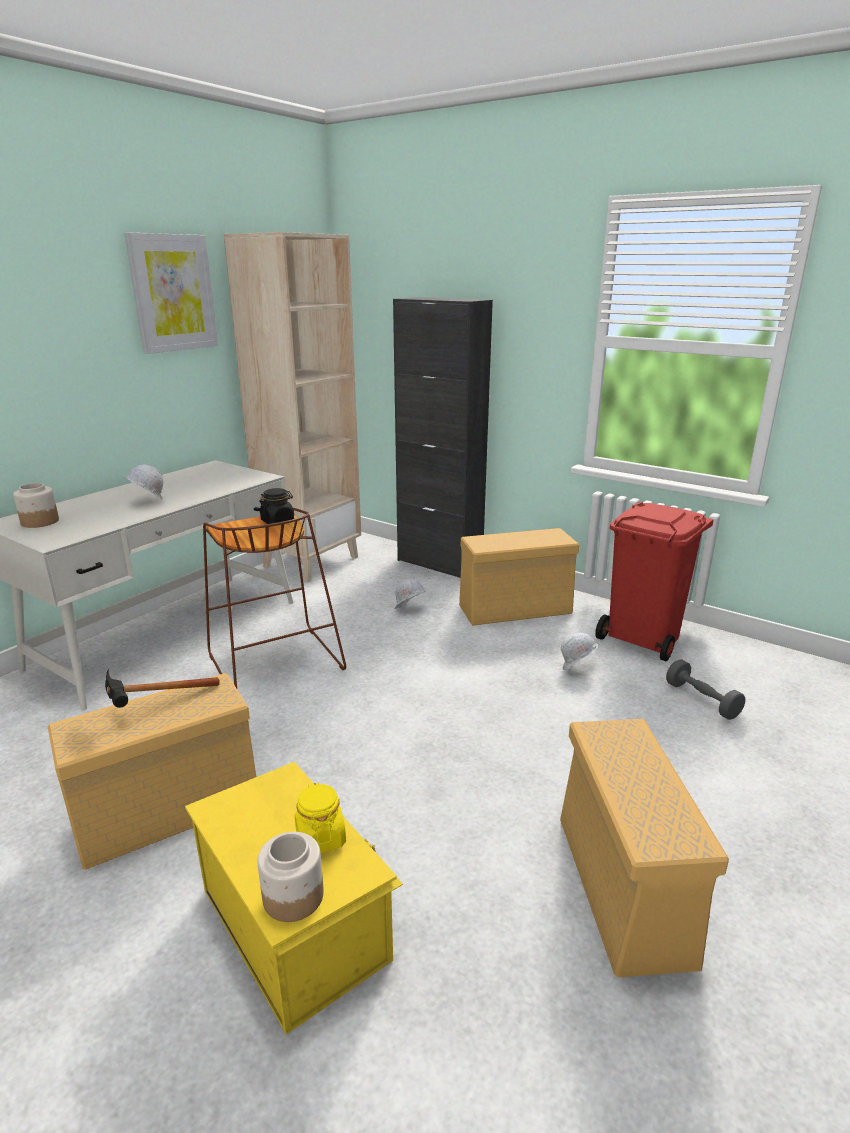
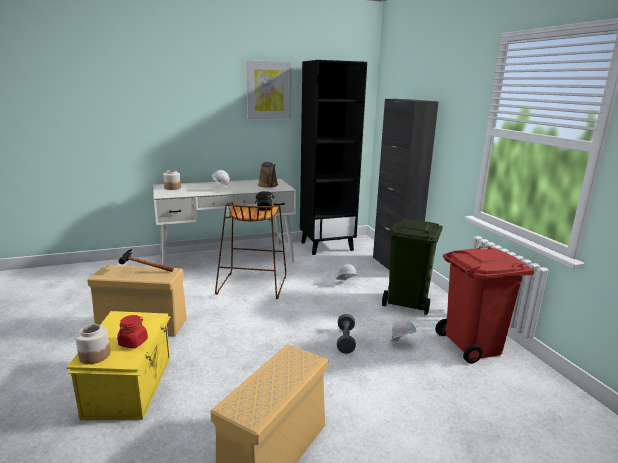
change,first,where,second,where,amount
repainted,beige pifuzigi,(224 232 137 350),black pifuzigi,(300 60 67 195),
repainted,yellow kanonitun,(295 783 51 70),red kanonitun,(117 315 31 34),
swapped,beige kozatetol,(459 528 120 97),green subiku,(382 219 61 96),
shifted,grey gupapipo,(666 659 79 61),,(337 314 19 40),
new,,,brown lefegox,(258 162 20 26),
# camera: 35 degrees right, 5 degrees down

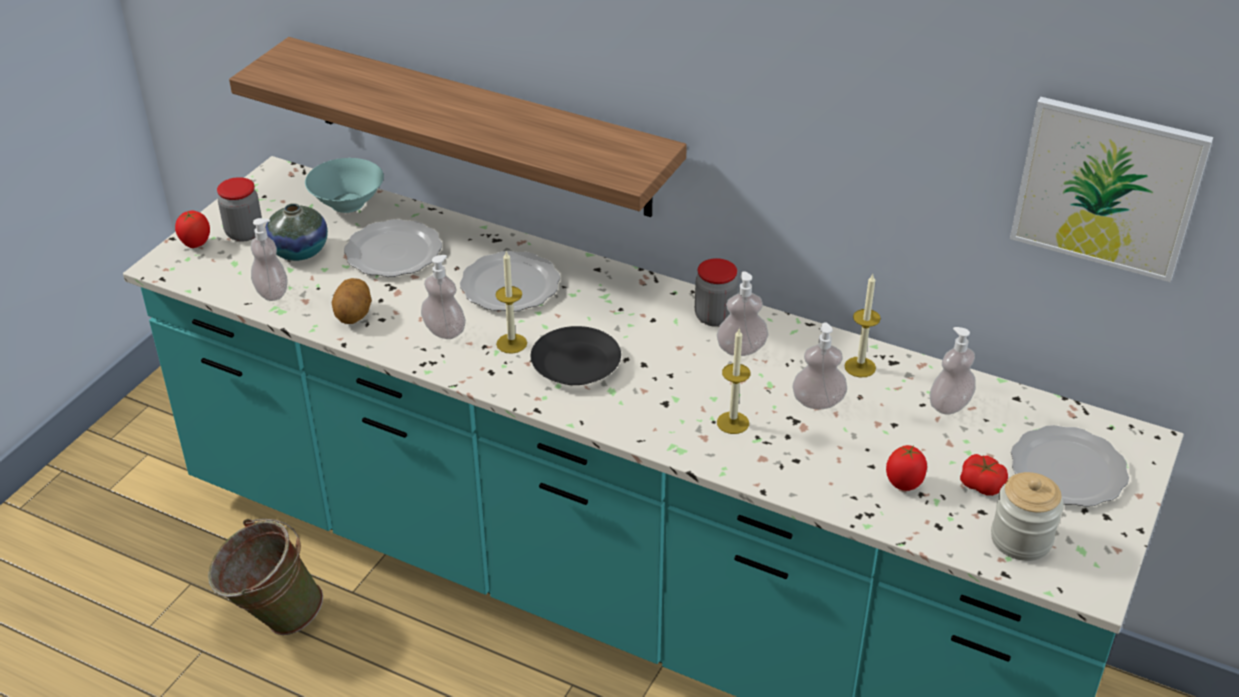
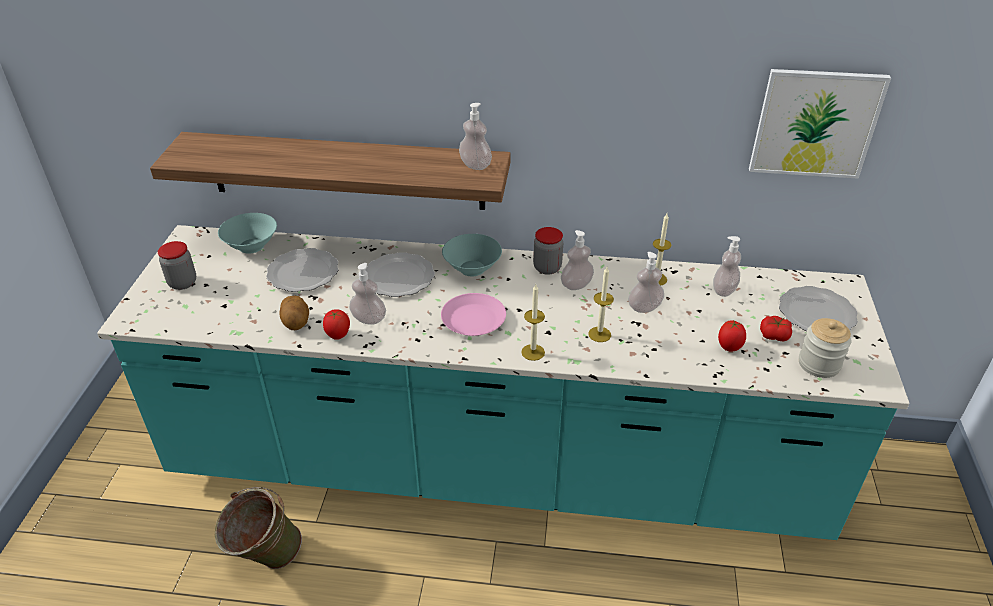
change,first,where,second,where,amount
shifted,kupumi,(175 211 35 37),,(323 309 27 31),
shifted,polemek,(251 218 36 83),,(459 103 33 67),
gone,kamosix,(265 203 63 58),,,
shifted,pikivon,(495 251 32 103),,(521 284 24 77),
repainted,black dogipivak,(531 326 90 59),pink dogipivak,(441 293 65 43),
new,,,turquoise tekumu,(442 234 60 42),
# camera: 20 degrees left, 0 degrees up

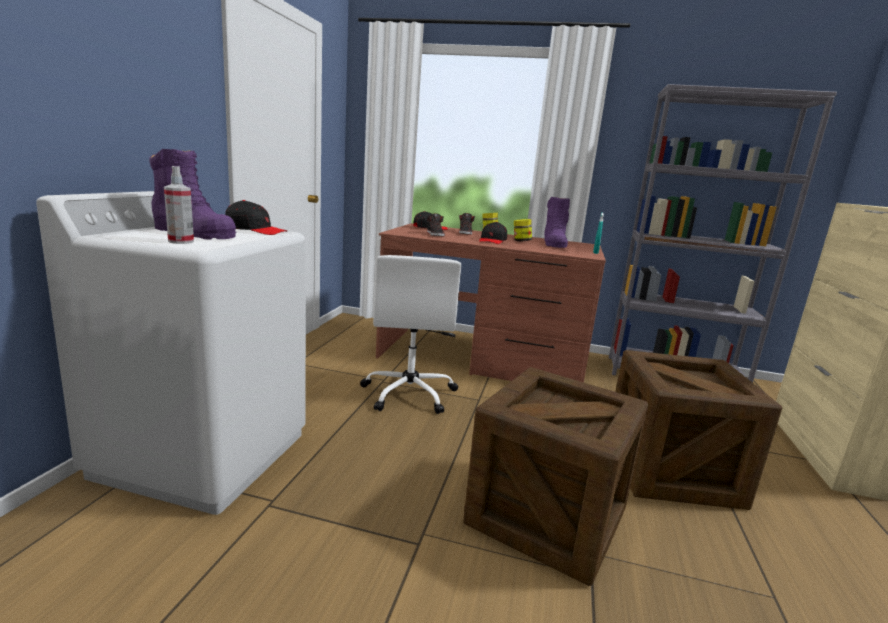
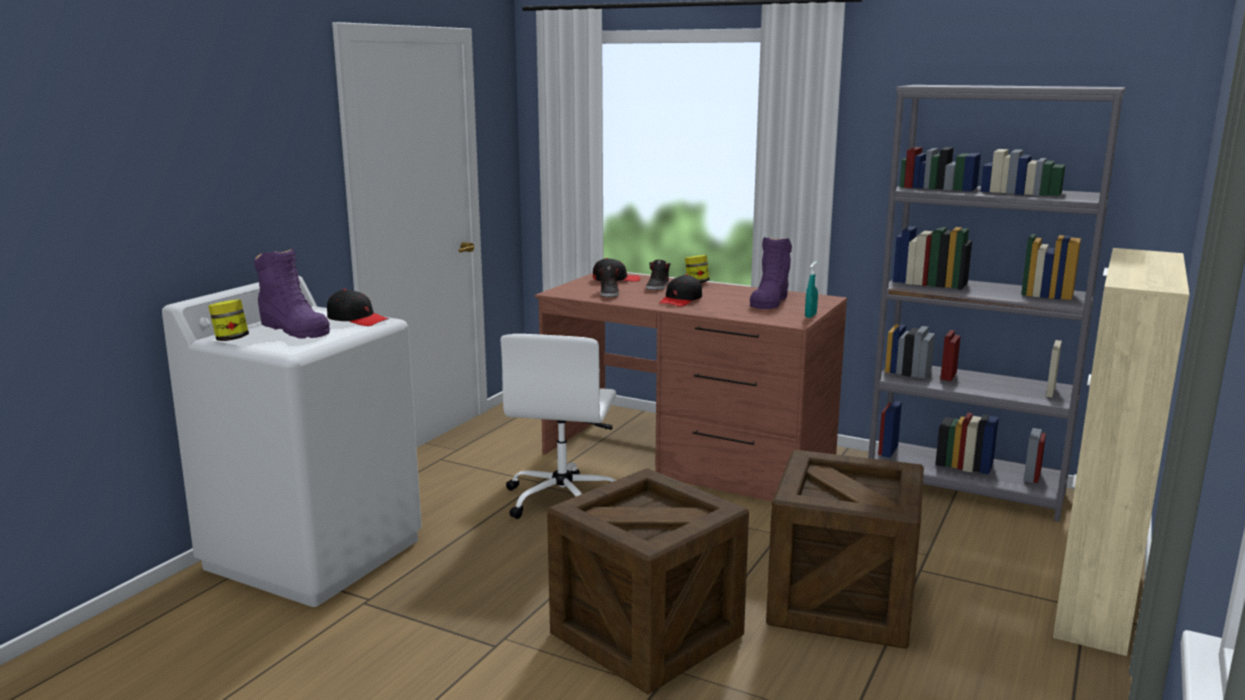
change,first,where,second,where,amount
gone,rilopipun,(164 166 30 78),,,
shifted,kanonitun,(514 219 18 22),,(208 299 41 42),
# camera: 15 degrees right, 0 degrees up

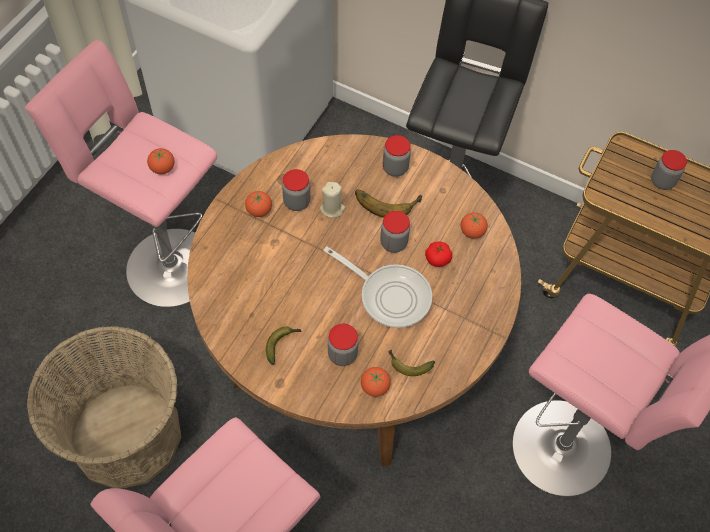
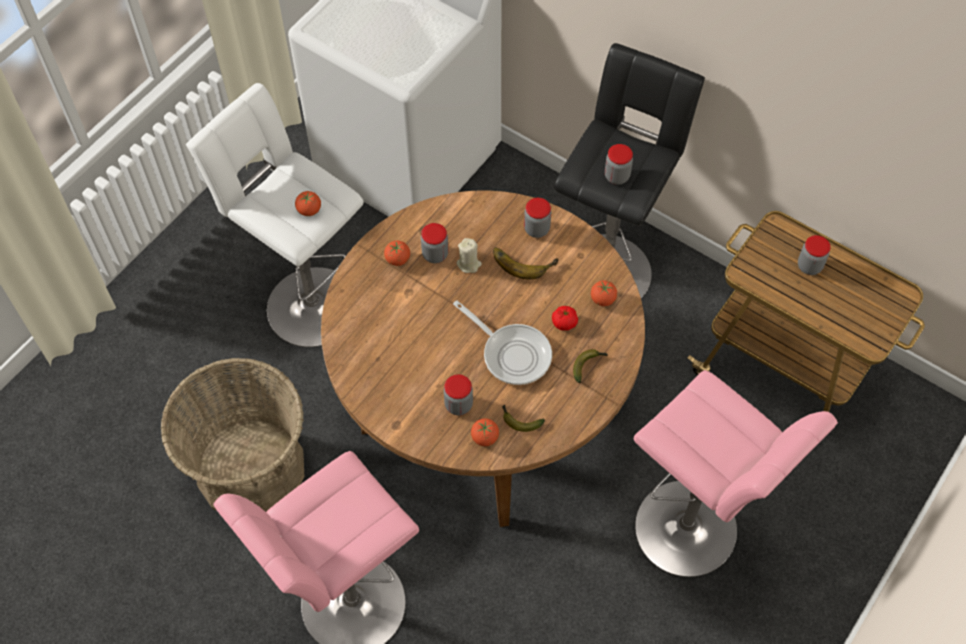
change,first,where,second,where,amount
repainted,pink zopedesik,(25 40 192 267),white zopedesik,(186 83 178 264),
shifted,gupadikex,(266 326 35 39),,(573 349 35 34),
shifted,kanonitun,(380 211 30 42),,(605 144 28 41),
# camera: 10 degrees right, 0 degrees up

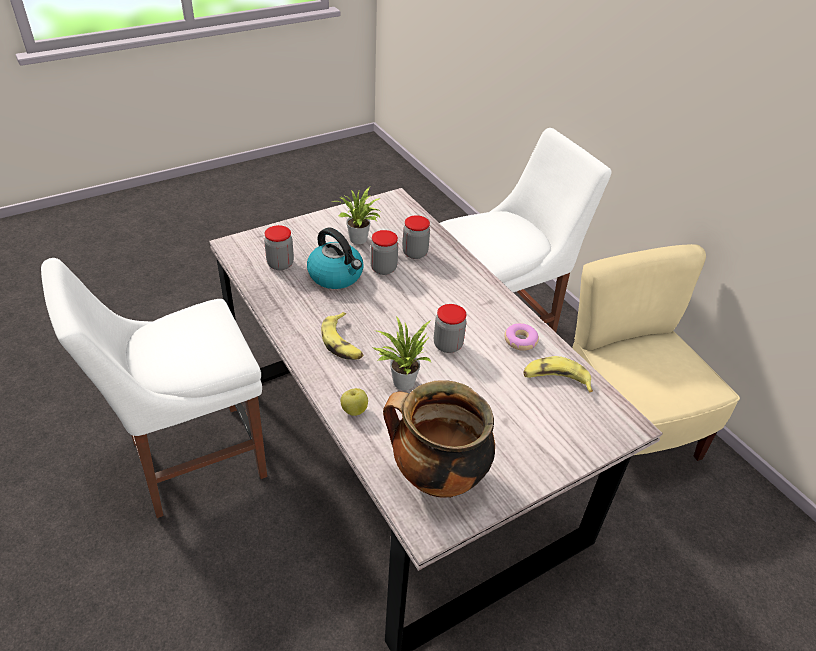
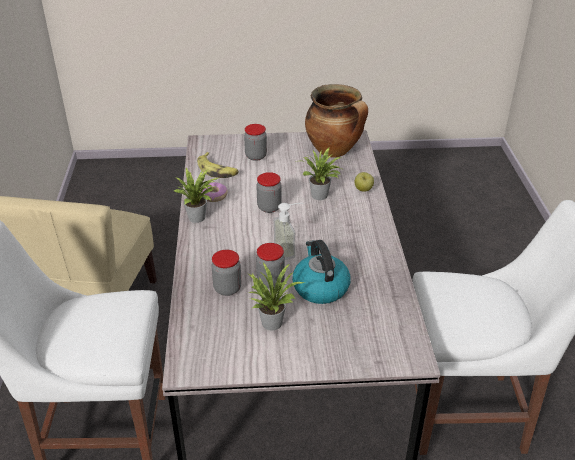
change,first,where,second,where,amount
shifted,kanonitun,(264 225 30 45),,(244 124 23 37),
gone,gupadikex,(321 312 42 48),,,
new,,,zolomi,(174 168 44 55),
new,,,polemek,(273 203 30 57),
# camera: 150 degrees left, 5 degrees down

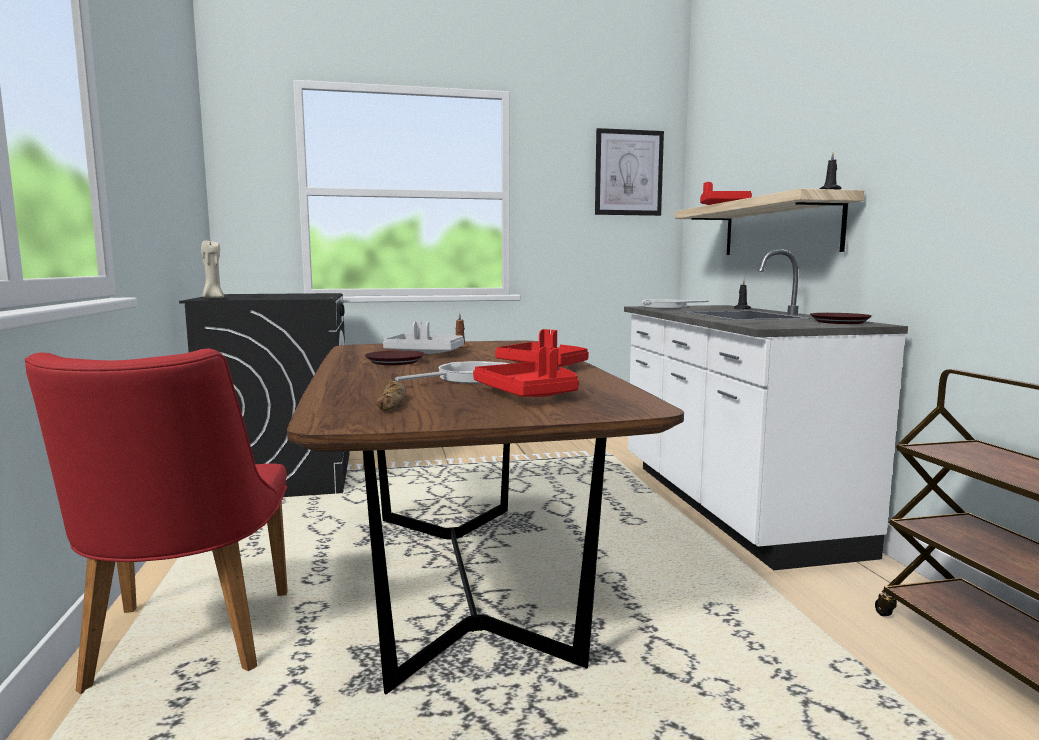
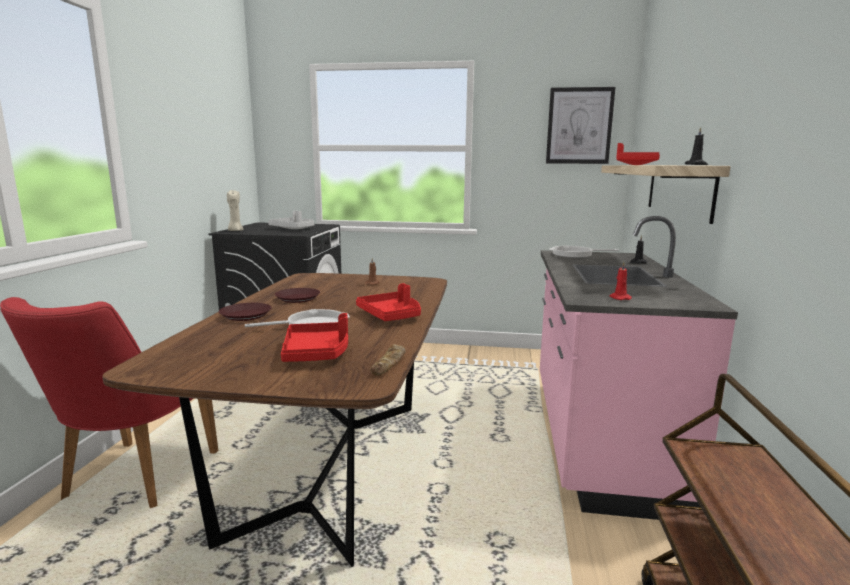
change,first,where,second,where,amount
shifted,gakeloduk,(376 381 30 30),,(370 344 36 32),
shifted,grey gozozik,(383 322 81 32),,(268 211 47 18),
repainted,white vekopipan,(624 250 284 320),pink vekopipan,(540 216 198 304),
shifted,brown dogipivak,(810 313 62 11),,(219 303 53 18),
new,,,red pikivon,(610 262 22 38),
# camera: 20 degrees right, 5 degrees up

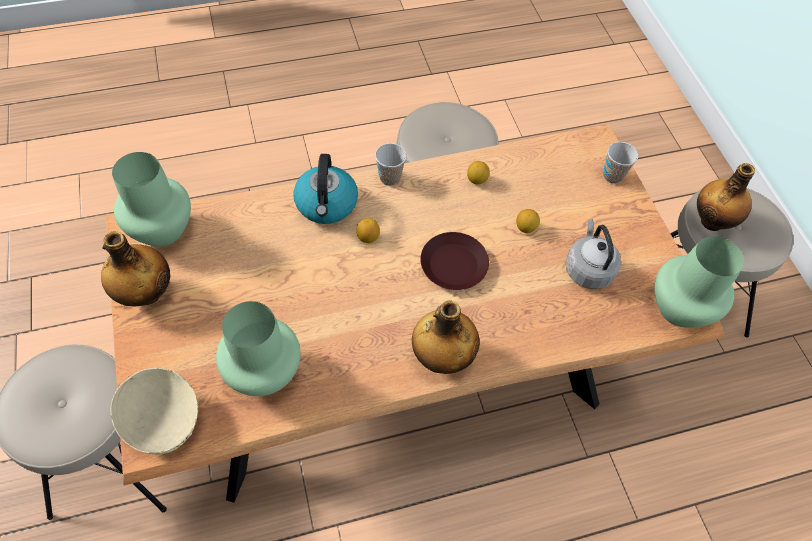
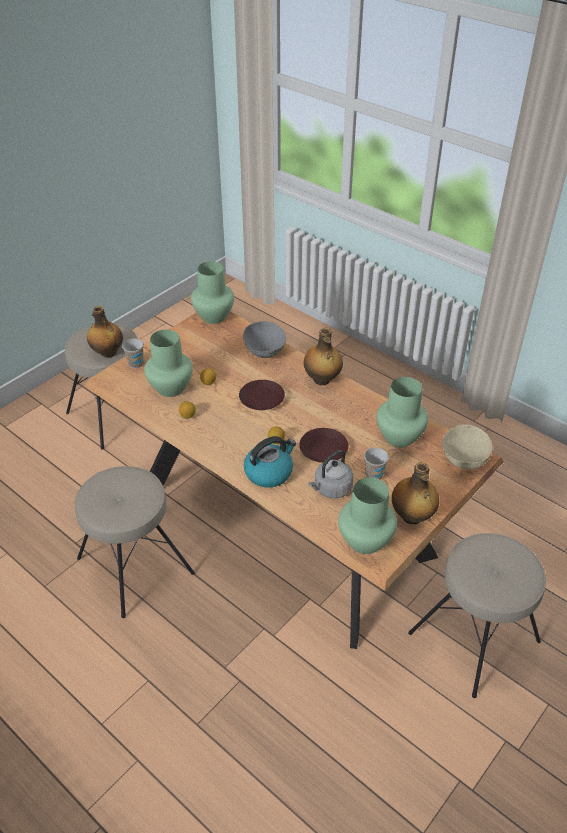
change,first,where,second,where,amount
shifted,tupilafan,(375 143 32 43),,(364 448 25 32),
shifted,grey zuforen,(566 219 55 70),,(308 450 45 48),
new,,,green kamosix,(144 330 49 67),
new,,,grey tekumu,(243 321 43 37),
new,,,brown dogipivak,(299 428 50 35),
# camera: 120 degrees left, 15 degrees down

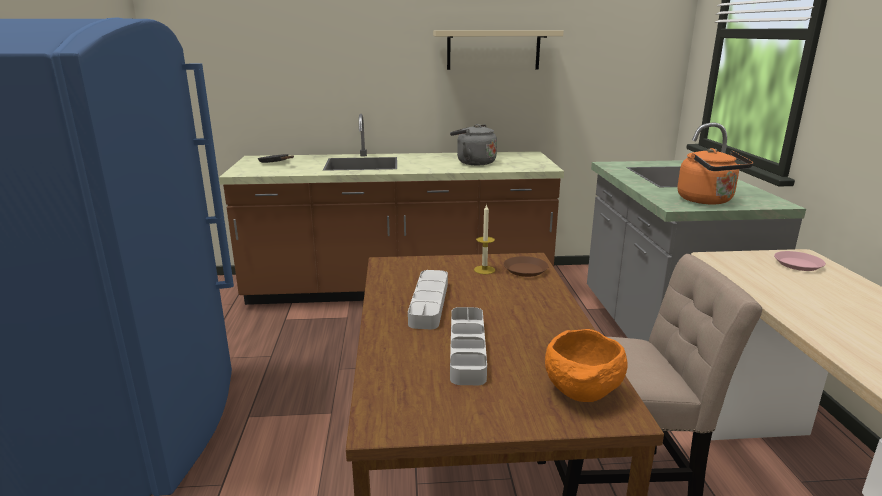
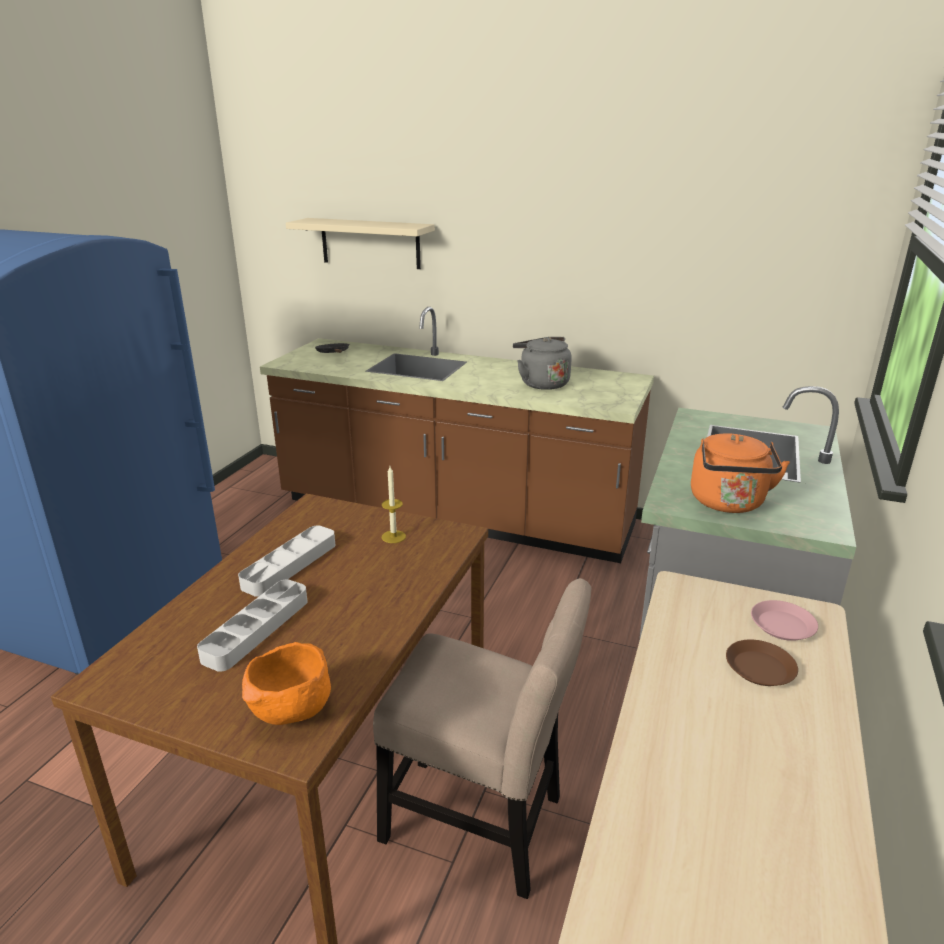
change,first,where,second,where,amount
shifted,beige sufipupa,(433 30 131 40),,(286 218 149 51),
shifted,brown dogipivak,(503 256 45 21),,(726 639 72 47),
# camera: 25 degrees right, 5 degrees up

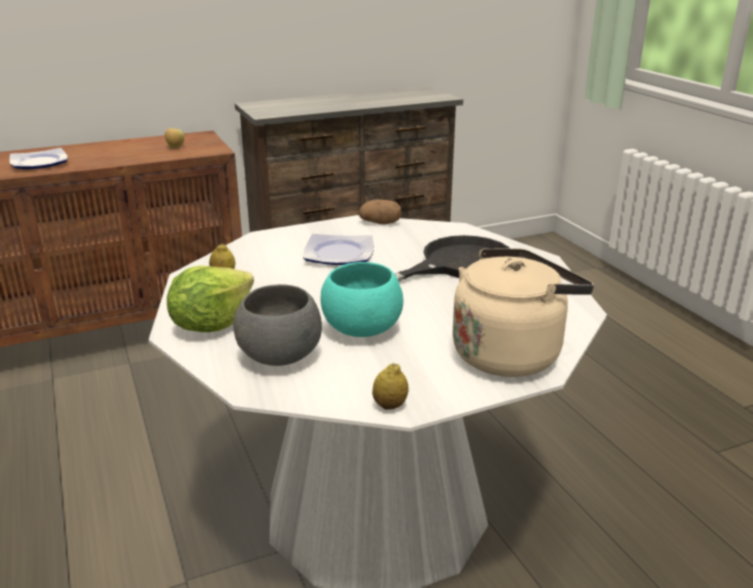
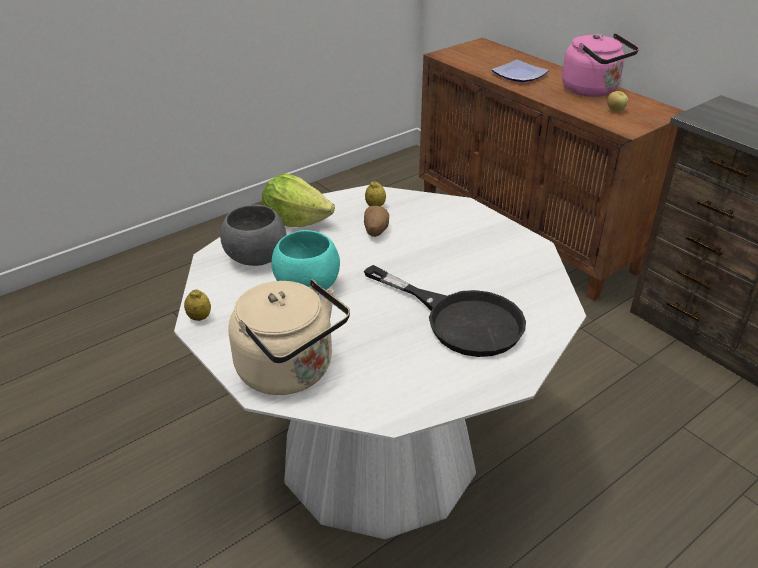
change,first,where,second,where,amount
gone,dogipivak,(303 234 71 31),,,
shifted,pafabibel,(359 199 42 25),,(364 206 25 31),
new,,,pink zuforen,(562 33 77 64),
# camera: 75 degrees right, 10 degrees up

